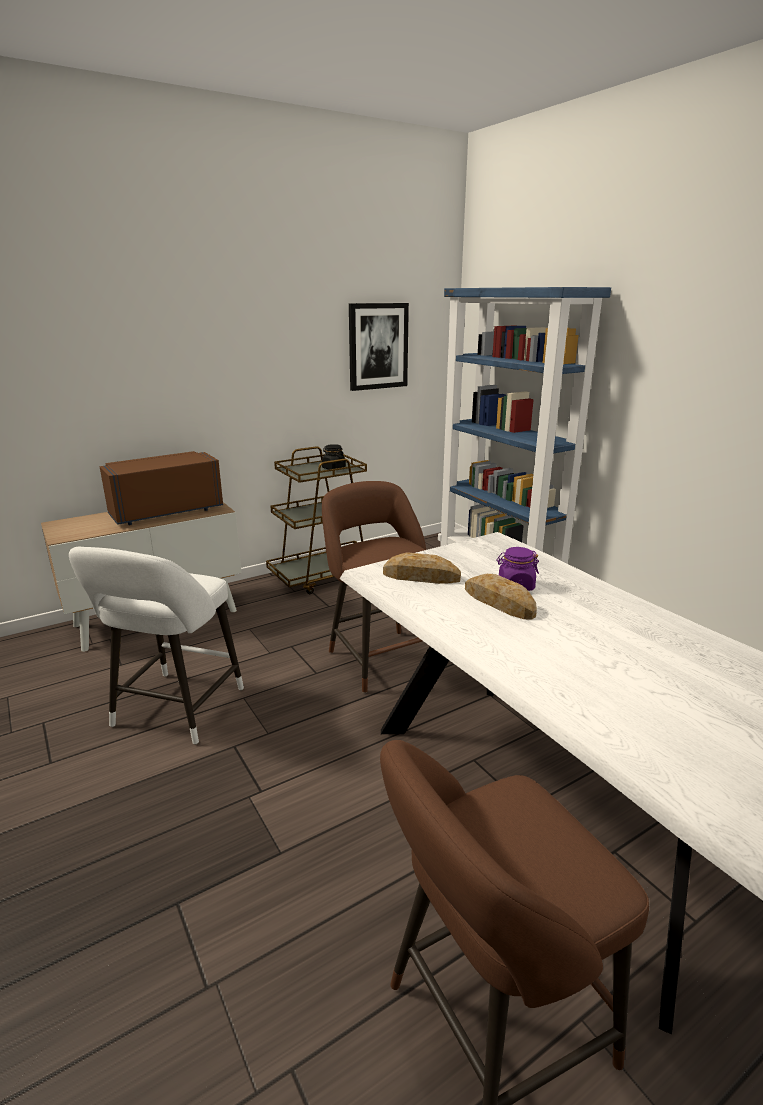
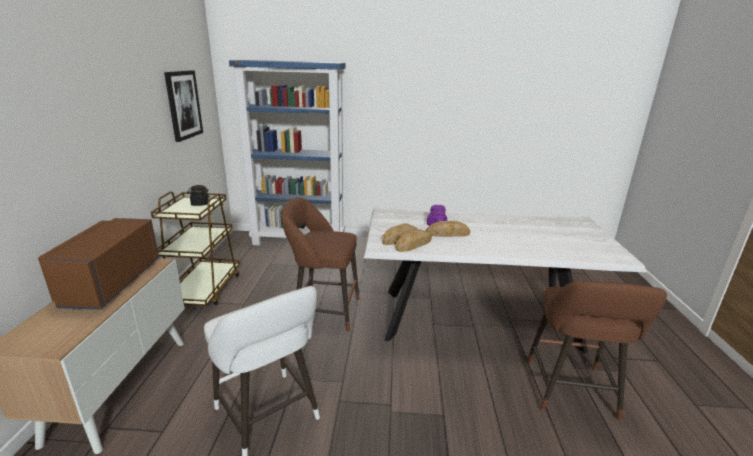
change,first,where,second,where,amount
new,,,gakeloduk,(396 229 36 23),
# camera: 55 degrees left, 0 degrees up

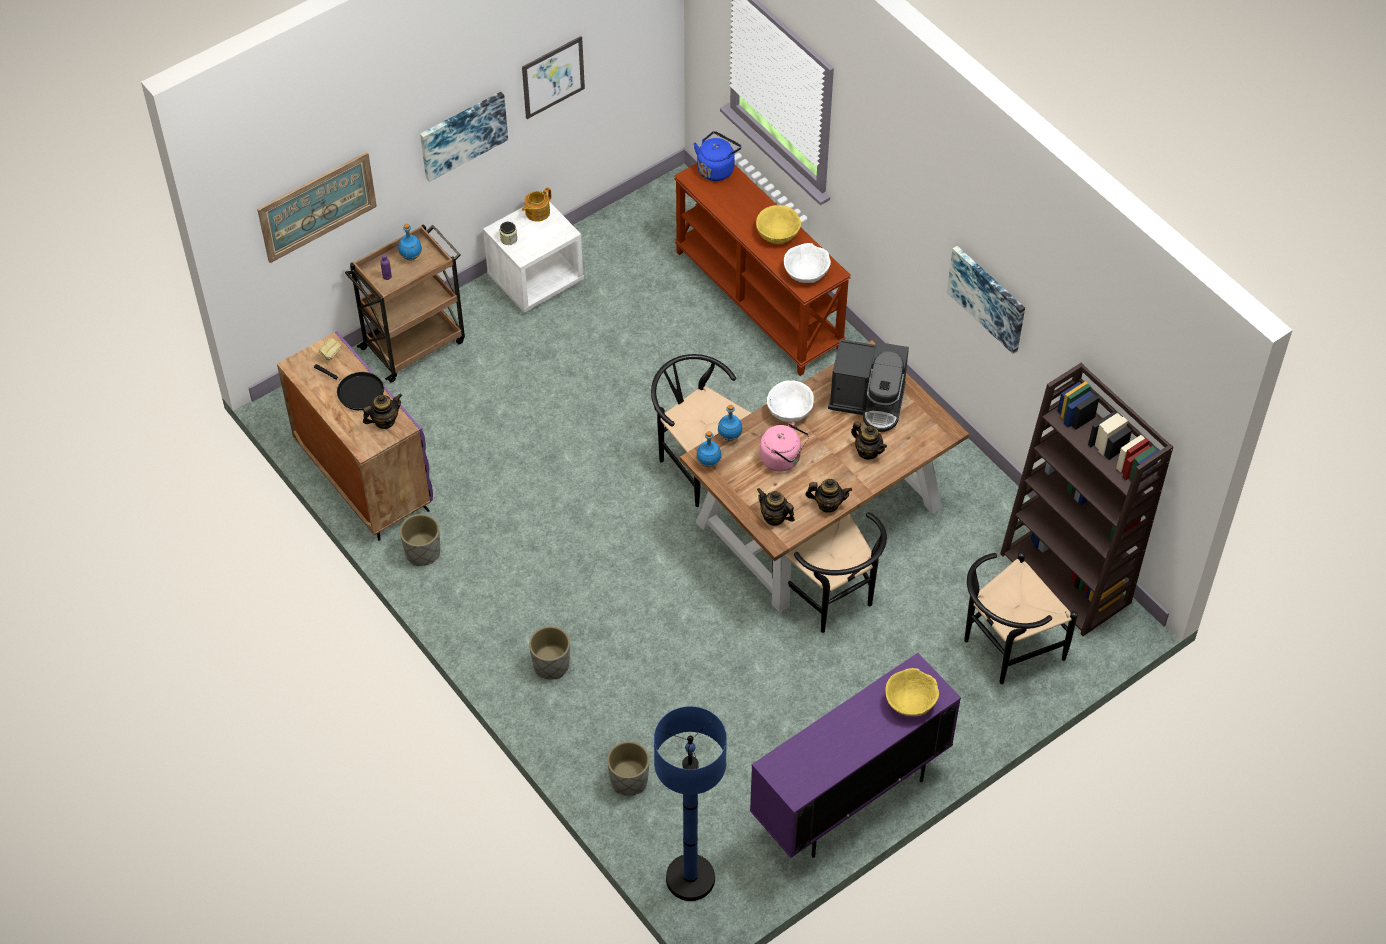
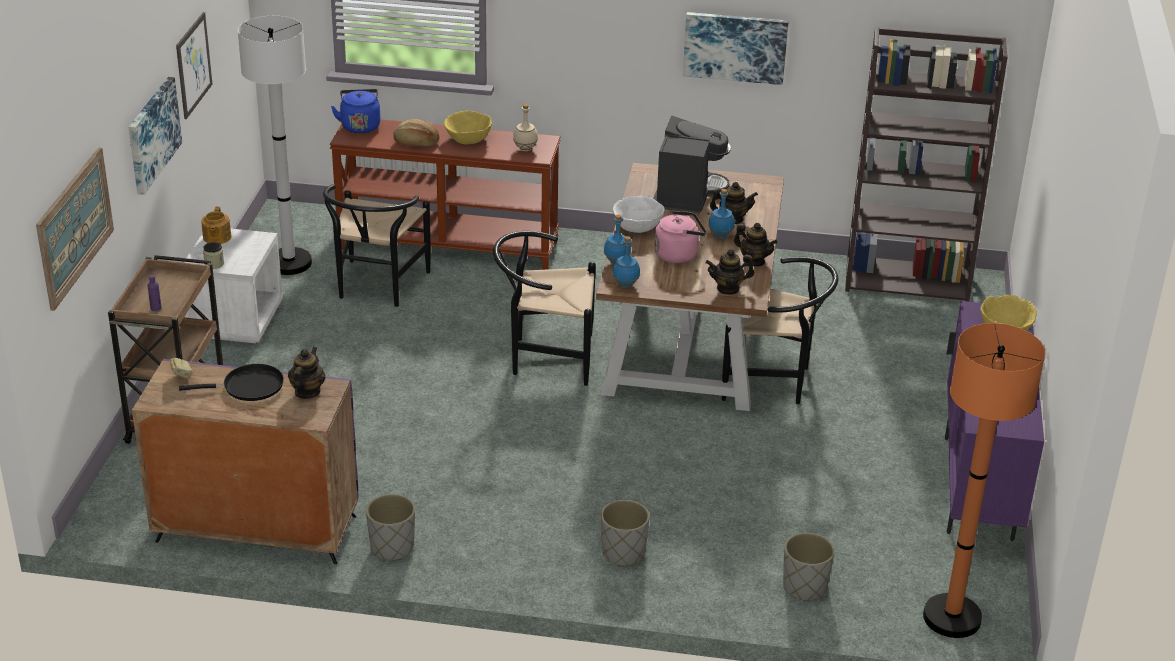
change,first,where,second,where,amount
shifted,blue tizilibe,(398 224 24 37),,(708 189 27 50),
repainted,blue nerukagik,(654 706 73 195),orange nerukagik,(923 323 122 315),
swapped,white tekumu,(784 243 47 40),beige tizilibe,(513 104 25 47),
rotated,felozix,(805 479 47 34),,(734 223 43 43),75 degrees clockwise
rotated,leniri,(828 339 81 93),,(653 116 78 98),45 degrees counterclockwise
shifted,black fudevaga,(964 552 114 132),,(323 184 108 123),
new,,,white nerukagik,(238 16 74 259),
new,,,gakeloduk,(393 119 46 27),
# camera: 45 degrees left, 20 degrees down

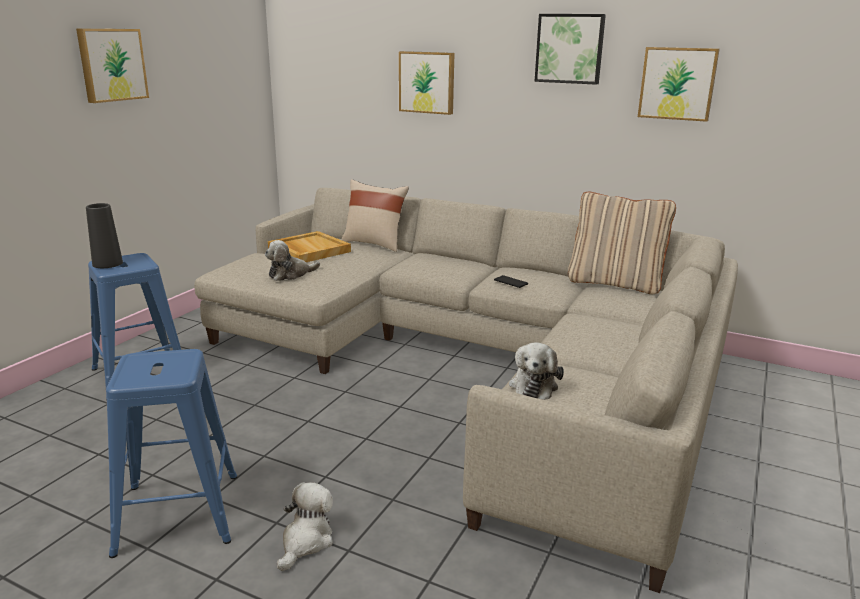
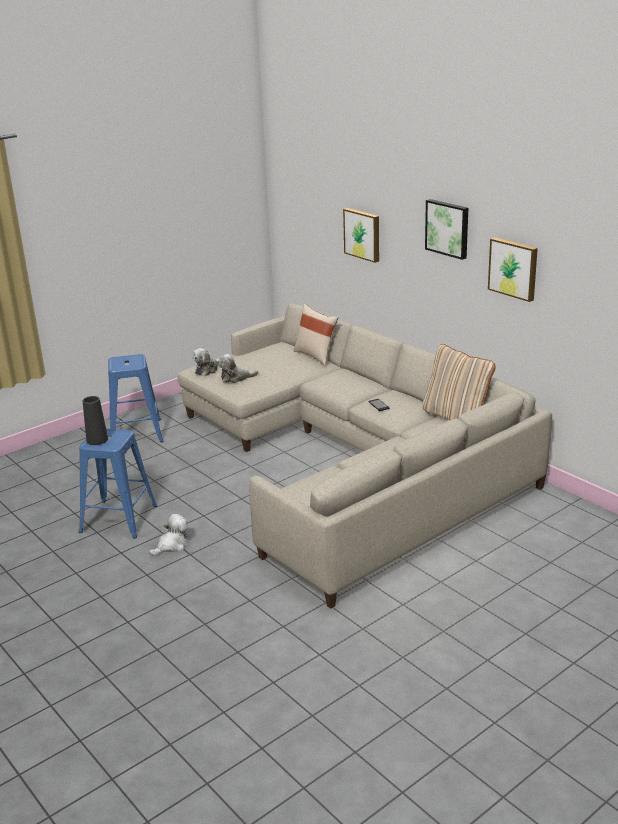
change,first,where,second,where,amount
gone,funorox,(76 29 73 74),,,
shifted,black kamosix,(86 203 37 65),,(83 396 25 49),
gone,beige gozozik,(268 231 83 31),,,
shifted,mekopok,(509 342 55 58),,(192 348 29 28),
# camera: 25 degrees right, 5 degrees up

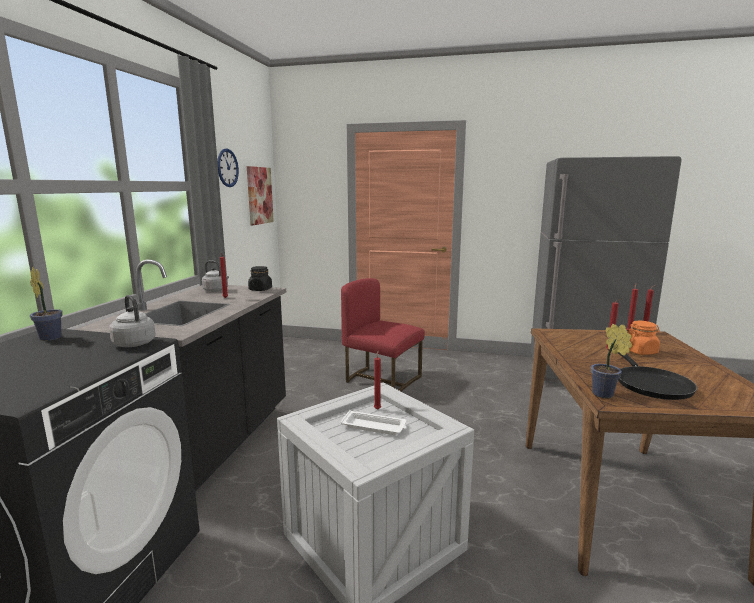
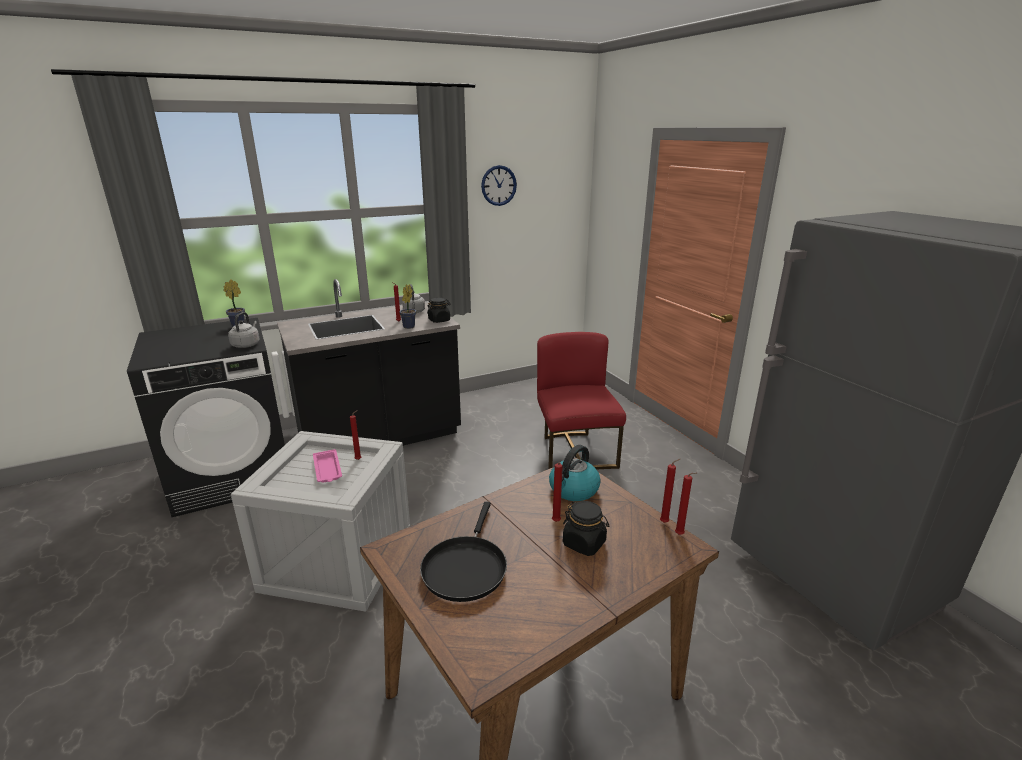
change,first,where,second,where,amount
gone,funorox,(247 166 27 59),,,
repainted,white gozozik,(340 410 67 25),pink gozozik,(313 449 29 34),
shifted,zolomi,(591 324 41 74),,(399 284 17 45),
rotated,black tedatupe,(618 353 79 47),,(420 502 87 100),45 degrees counterclockwise
repainted,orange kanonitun,(628 321 32 34),black kanonitun,(563 501 46 55),
new,,,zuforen,(549 445 52 56),
# camera: 50 degrees right, 10 degrees up

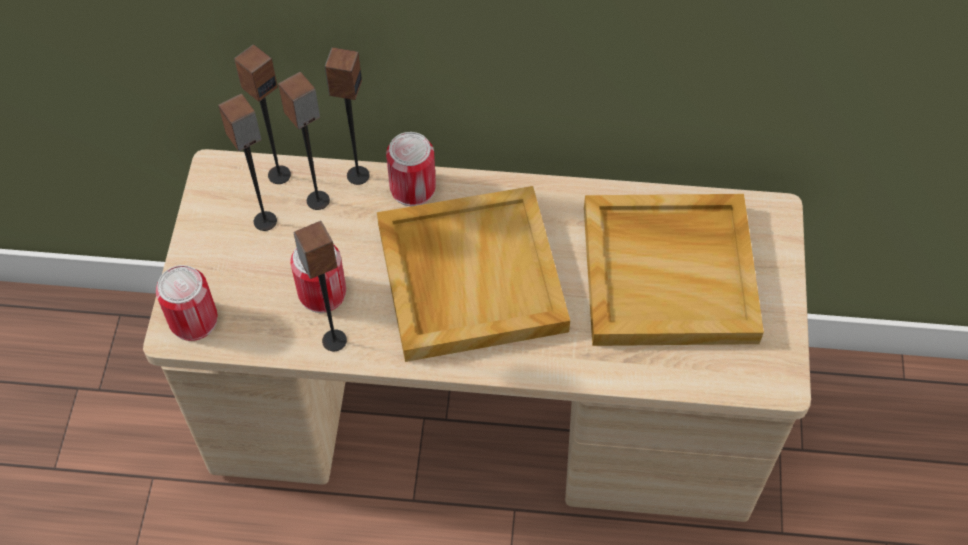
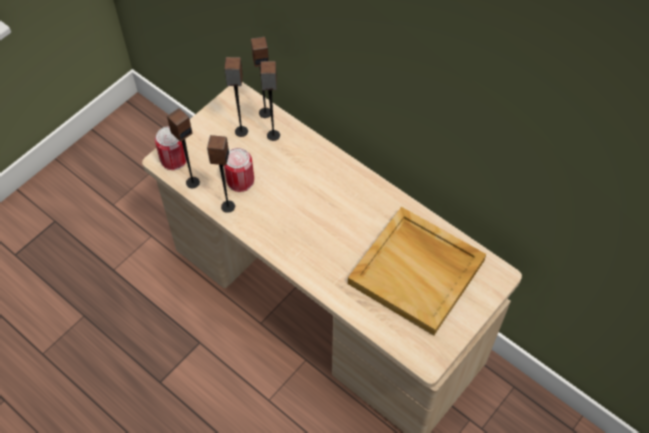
change,first,where,second,where,amount
shifted,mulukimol,(325 47 45 138),,(167 108 33 80),
gone,beige gozozik,(377 186 193 176),,,
gone,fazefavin,(386 132 50 74),,,
# camera: 35 degrees right, 0 degrees up

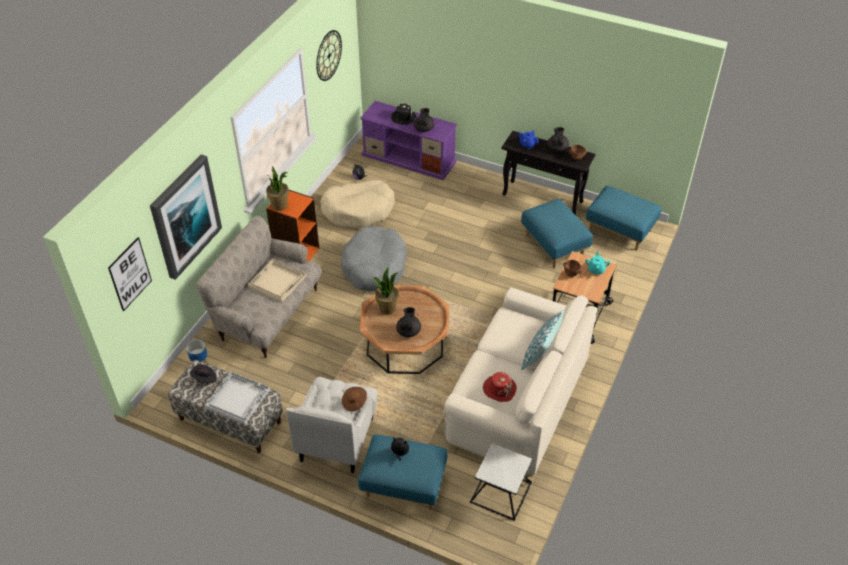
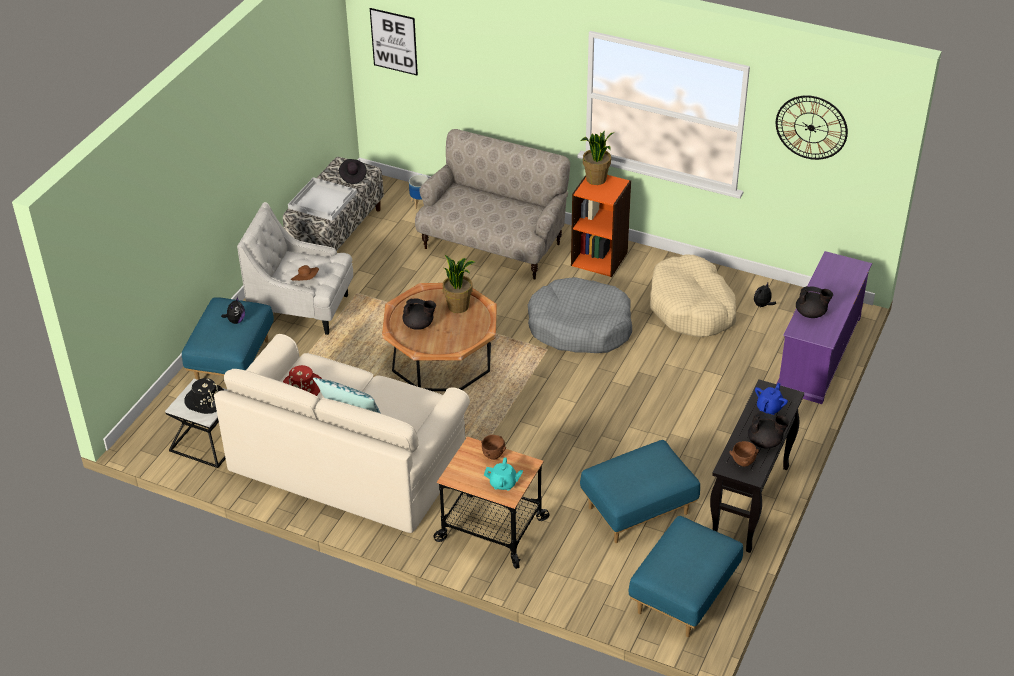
change,first,where,second,where,amount
gone,funorox,(150 154 72 126),,,
gone,beige gozozik,(248 259 58 43),,,
shifted,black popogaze,(391 103 26 22),,(184 378 40 36),
# camera: 90 degrees right, 5 degrees down

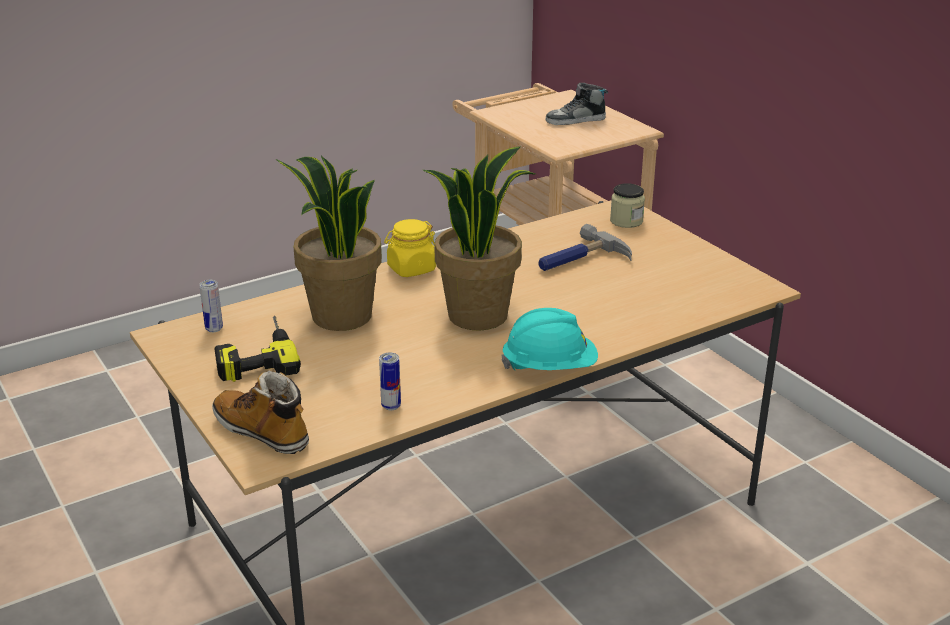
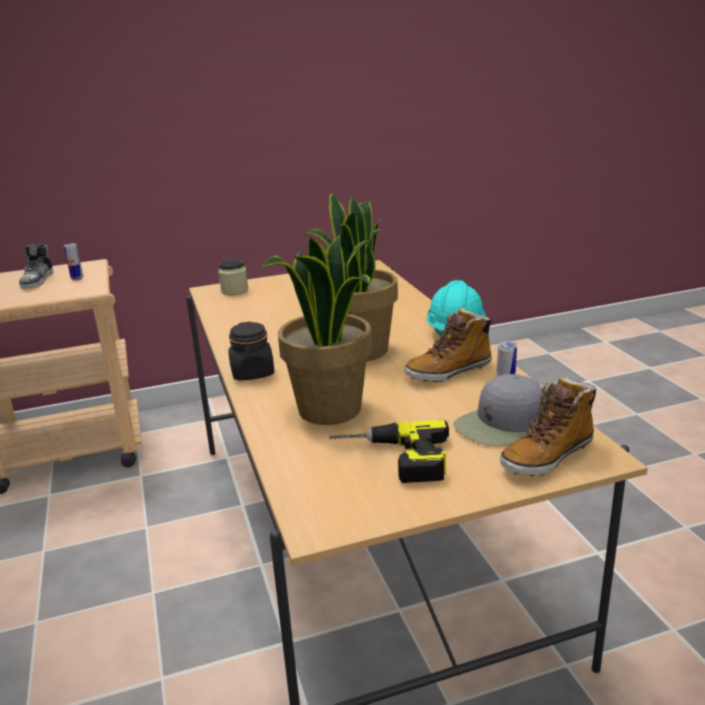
change,first,where,second,where,amount
shifted,fazefavin,(199 280 24 52),,(64 243 19 37),
repainted,yellow kanonitun,(384 219 52 58),black kanonitun,(228 322 47 59),
gone,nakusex,(538 224 94 47),,,
new,,,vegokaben,(405 307 87 75),
new,,,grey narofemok,(454 374 89 72),
# camera: 75 degrees left, 5 degrees down

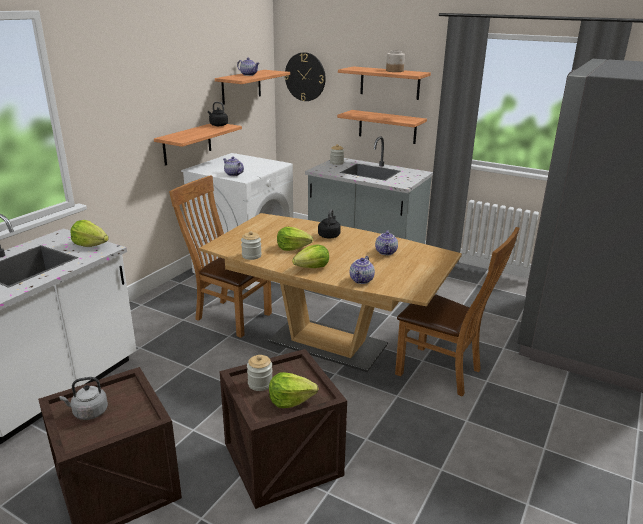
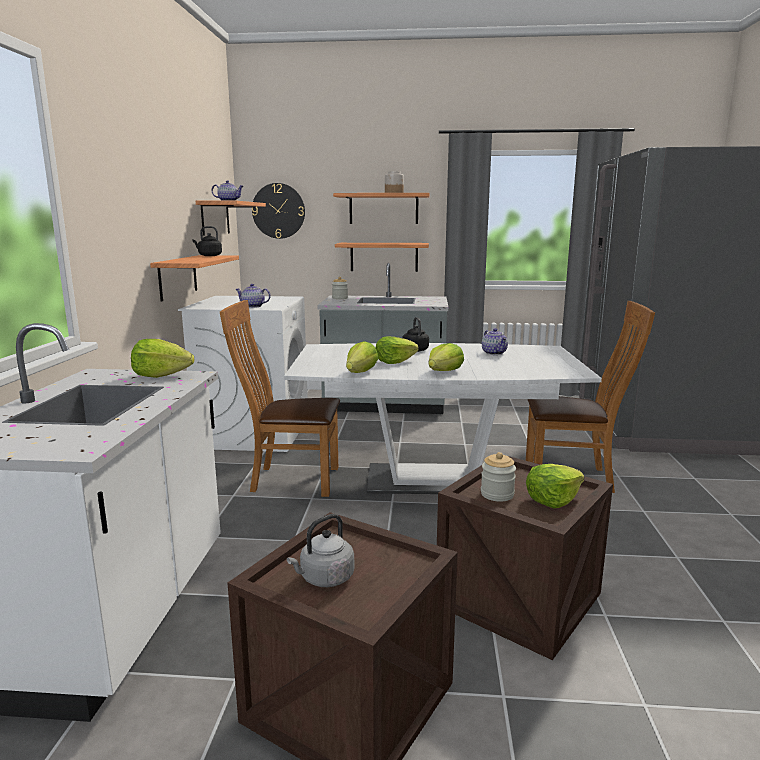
change,first,where,second,where,amount
repainted,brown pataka,(199 213 263 159),white pataka,(284 343 318 151),
swapped,kanonitun,(241 231 21 29),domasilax,(346 341 32 32),
gone,felozix,(350 256 25 28),,,
# camera: 25 degrees left, 10 degrees down

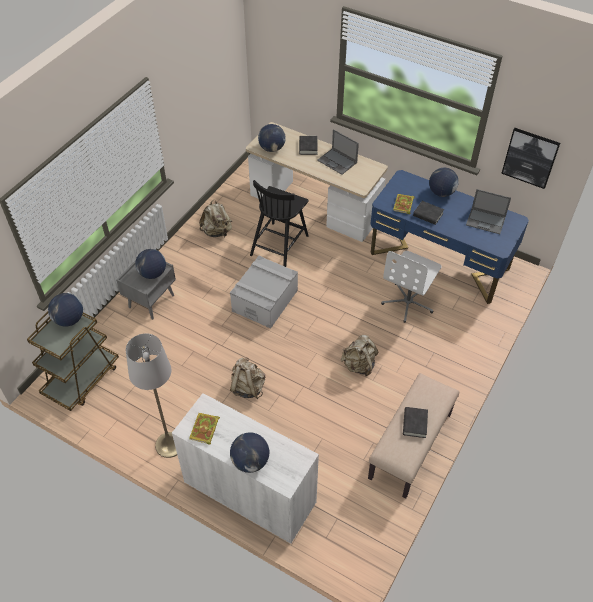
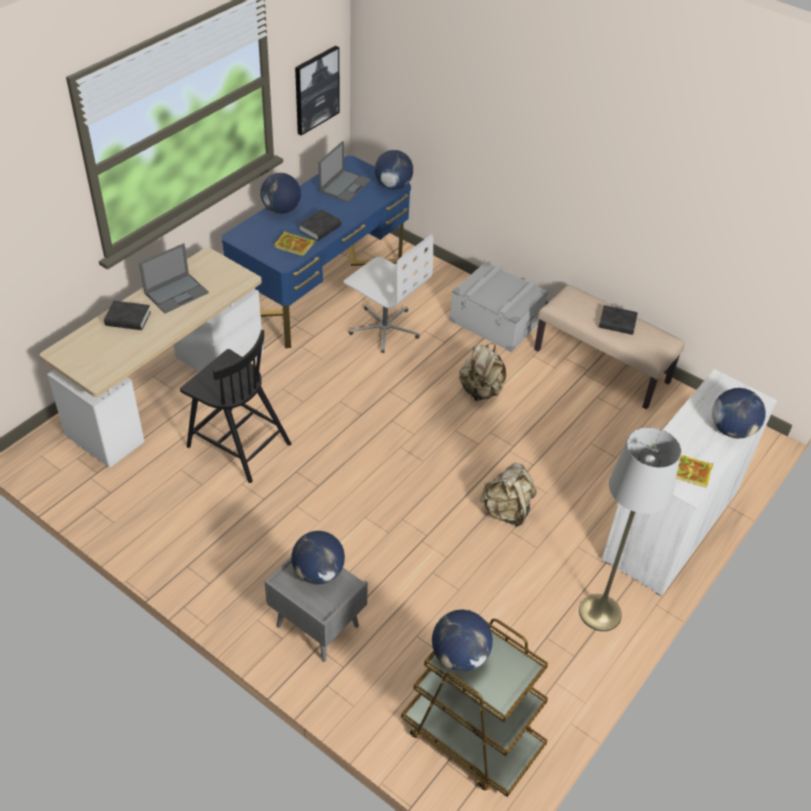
change,first,where,second,where,amount
gone,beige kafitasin,(199 199 33 39),,,
shifted,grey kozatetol,(230 256 68 73),,(449 262 99 90),
shifted,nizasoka,(258 124 28 28),,(375 150 38 40),
# camera: 85 degrees left, 5 degrees down

